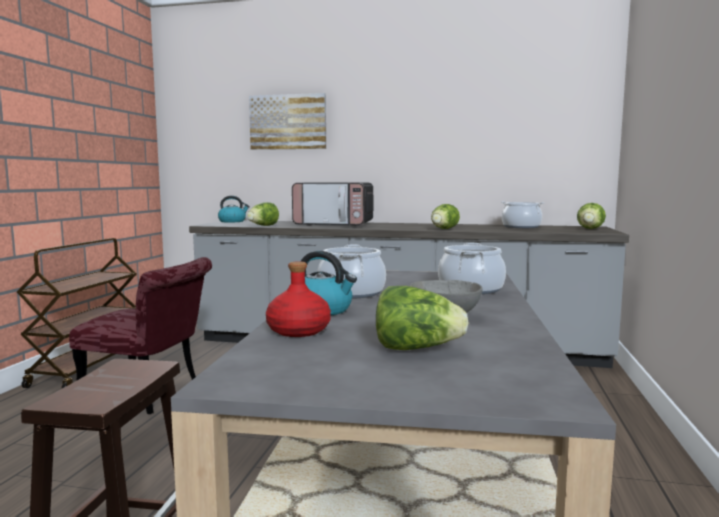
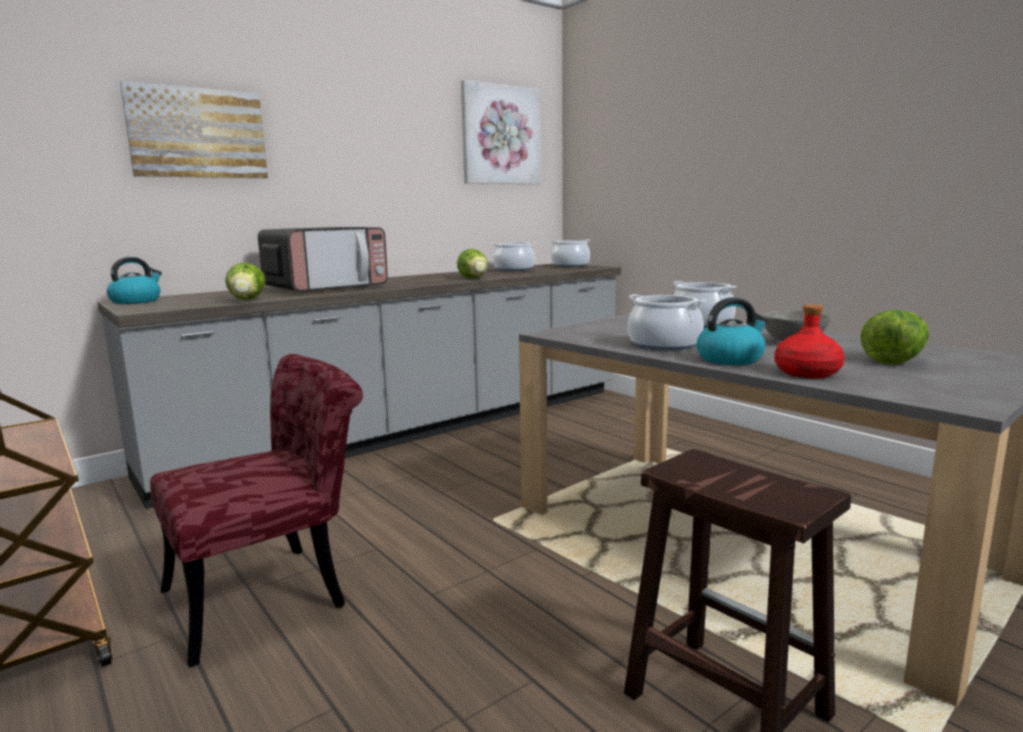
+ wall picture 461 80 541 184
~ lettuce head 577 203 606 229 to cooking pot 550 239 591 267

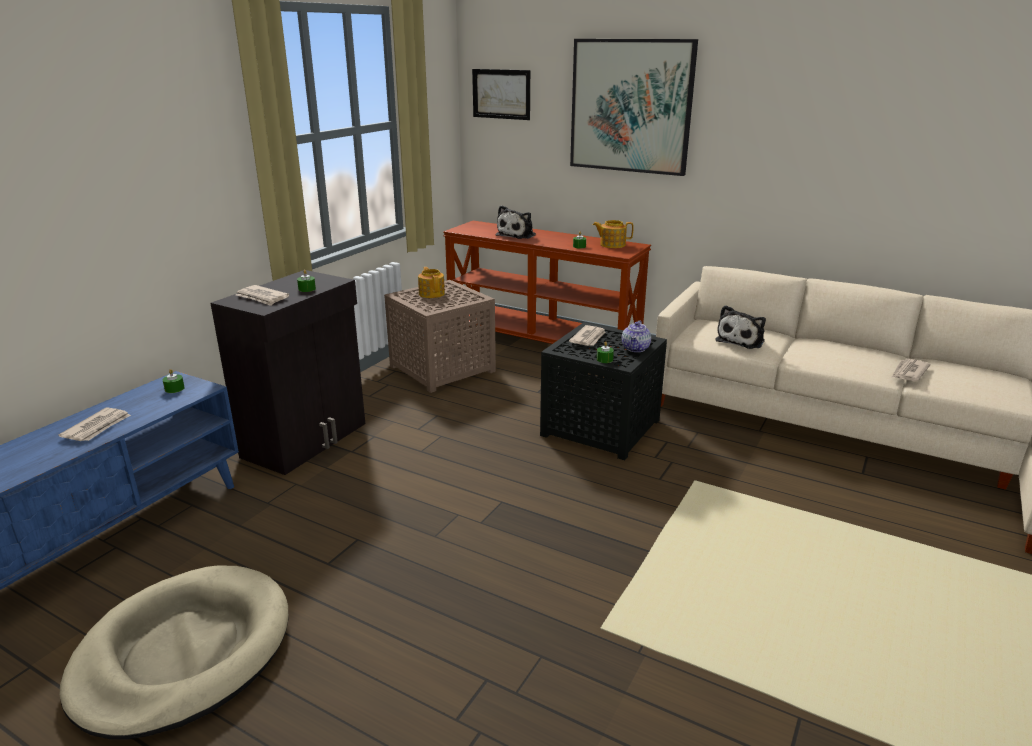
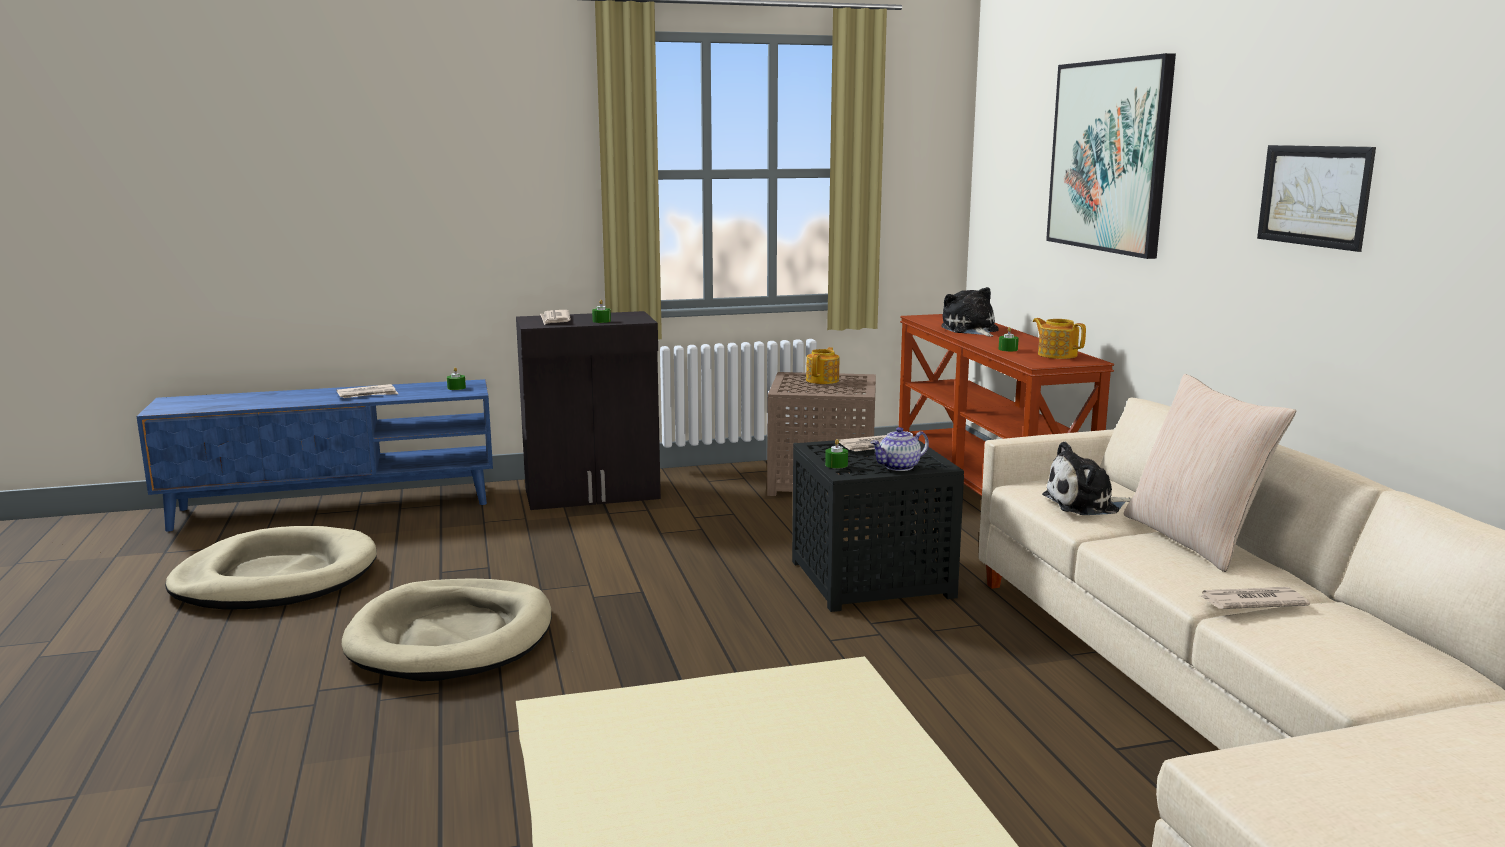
+ sand-coloured dog bed 342 578 552 681
~ cuddly toy 496 205 536 239 = 942 287 999 336 90 degrees clockwise
+ sand-coloured throw pillow 1124 374 1296 572
~ wall picture 472 69 530 120 to 1257 145 1376 252

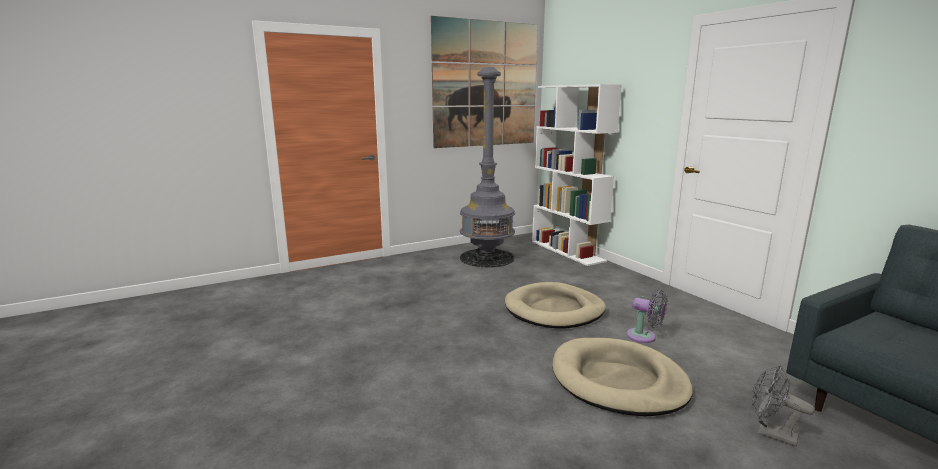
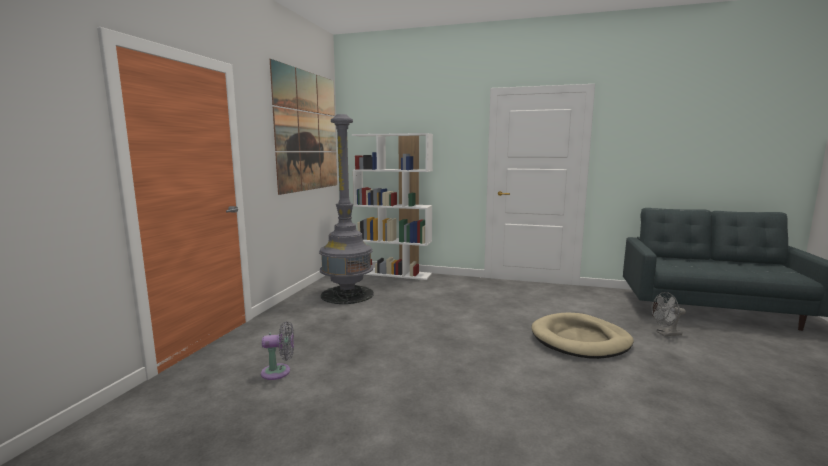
~ gray electric fan 626 290 667 343 to 261 321 294 380
- sand-coloured dog bed 505 282 606 329

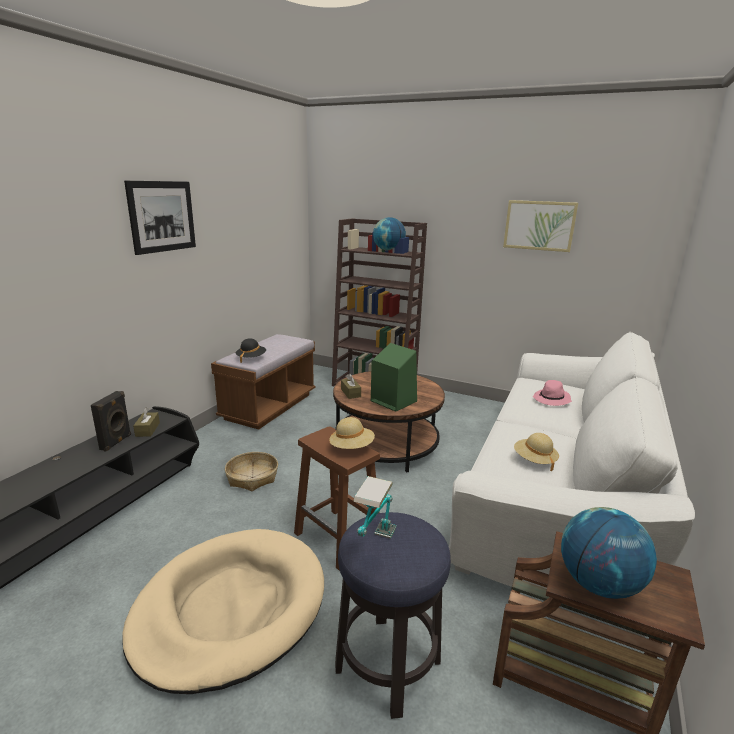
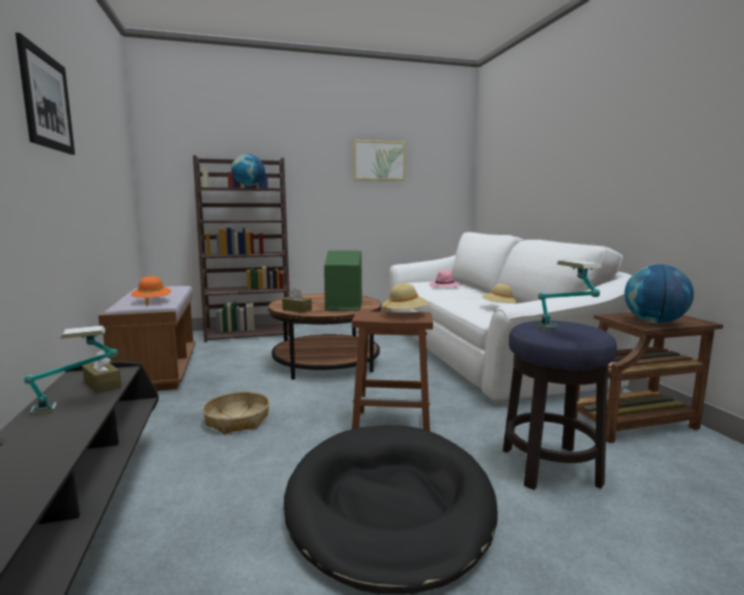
~ black-coloured audio speaker 91 391 131 452 to table lamp 24 325 118 415
~ black-coloured hat 236 338 266 363 to orange hat 131 276 172 306
~ sand-coloured dog bed 123 529 324 694 to black-coloured dog bed 284 425 498 594

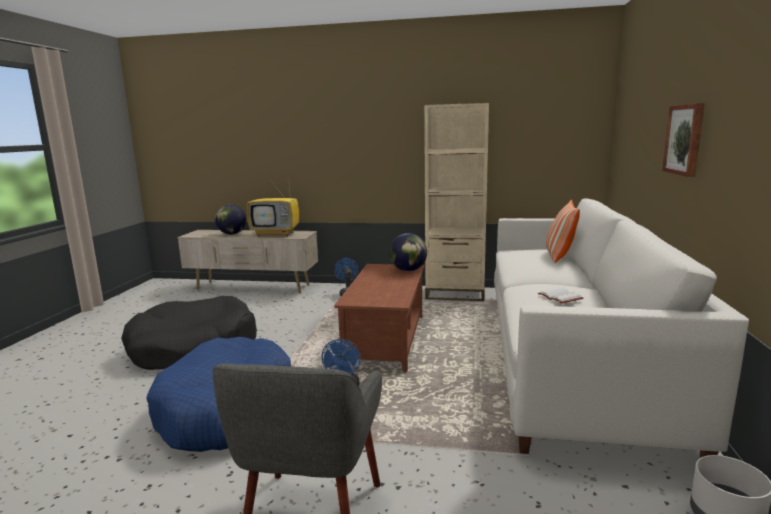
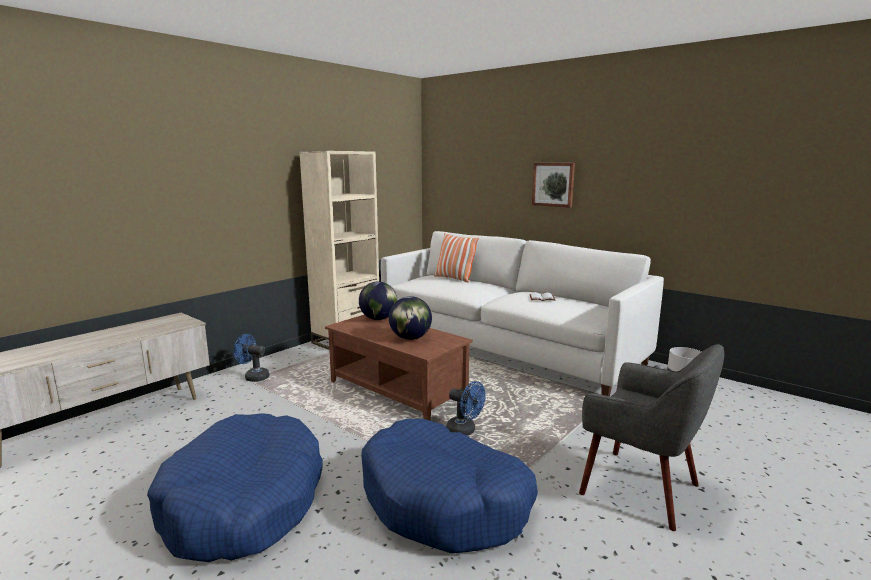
~ black-coloured dog bed 121 296 257 370 to bluish dog bed 147 413 323 562
~ world globe 215 204 246 234 to 389 296 432 340
- TV set 247 175 299 236

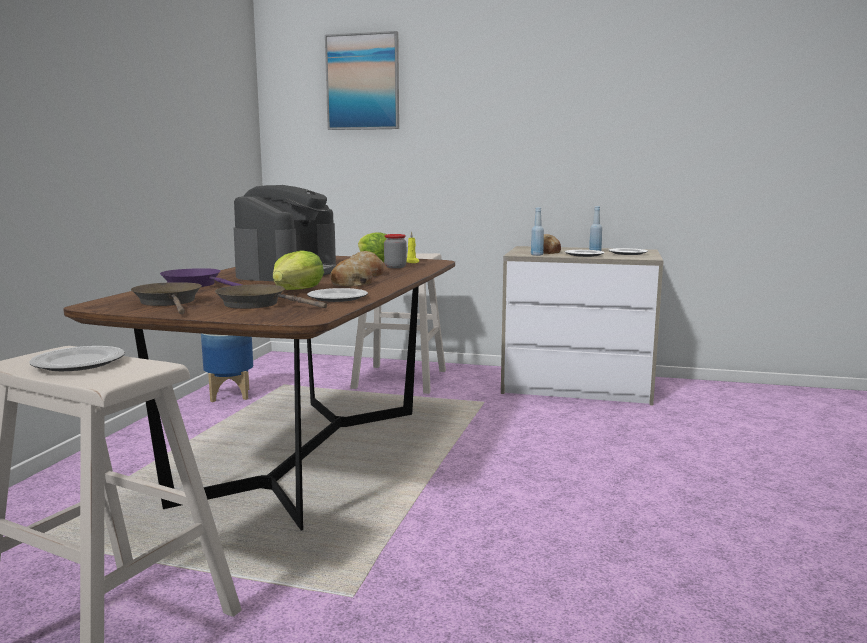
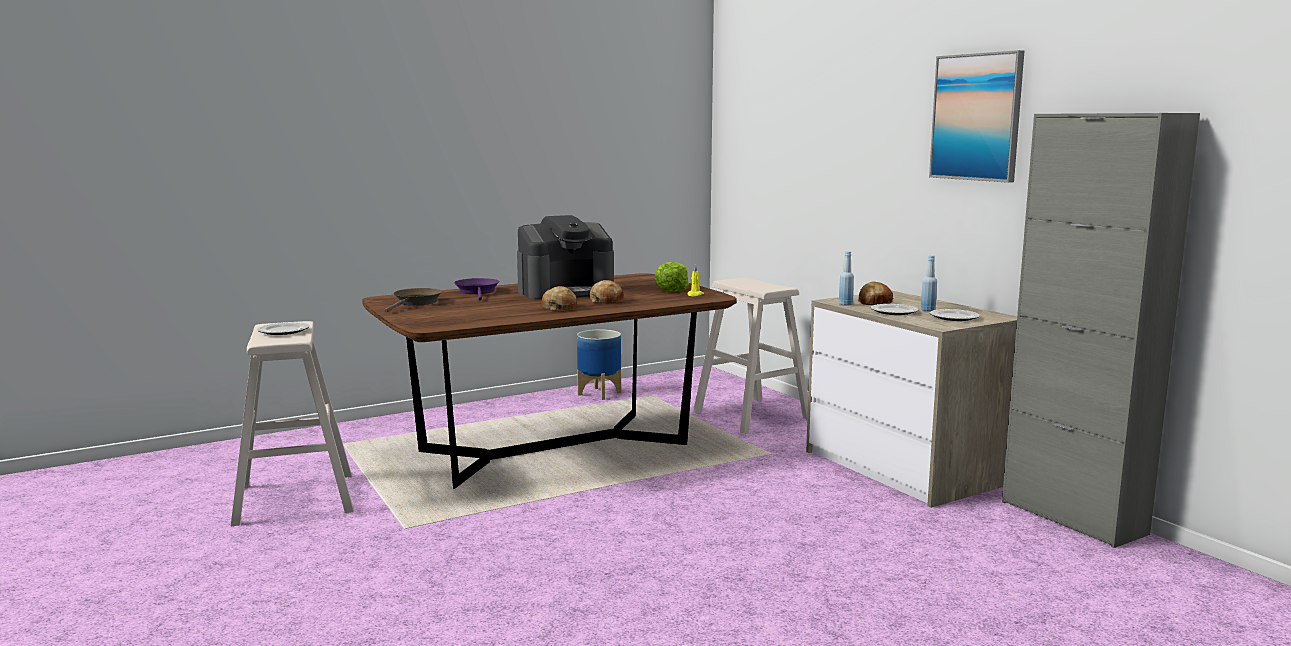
~ wall picture 325 31 399 130 to 929 50 1024 183
+ gray storage cabinet 1002 113 1200 548
- brown pan 215 284 327 309
- lettuce head 273 250 324 290
- plate 307 288 368 302
- preserve jar 384 234 407 268

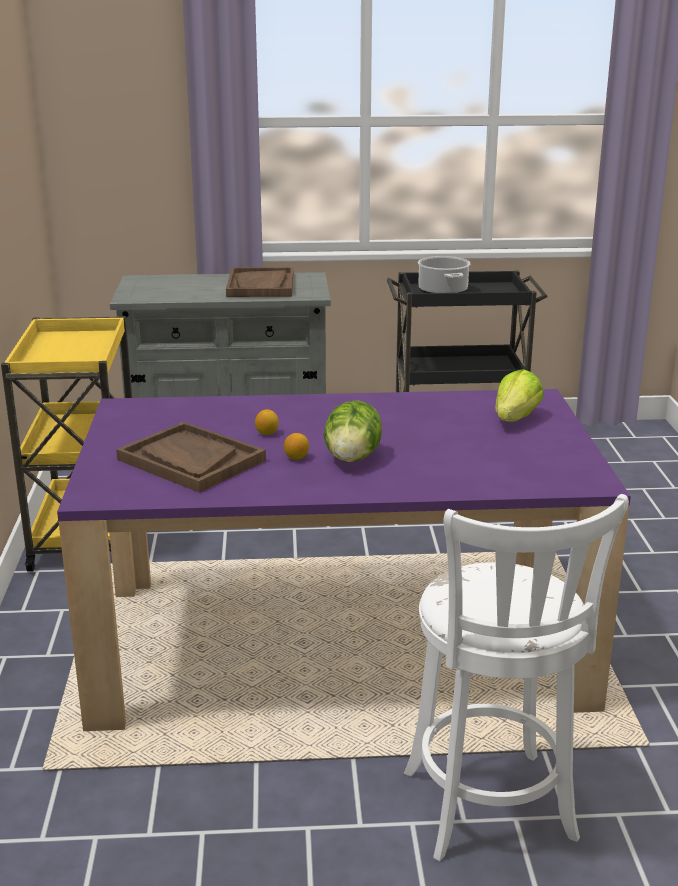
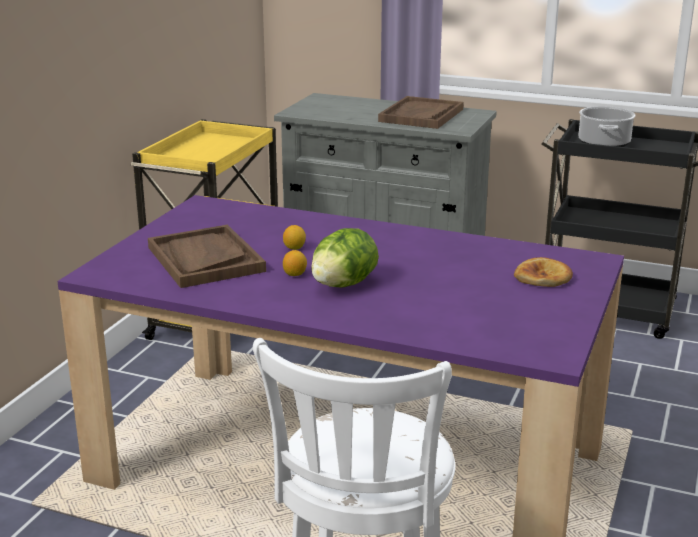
~ lettuce head 495 369 544 422 to bakery bread 514 257 573 287

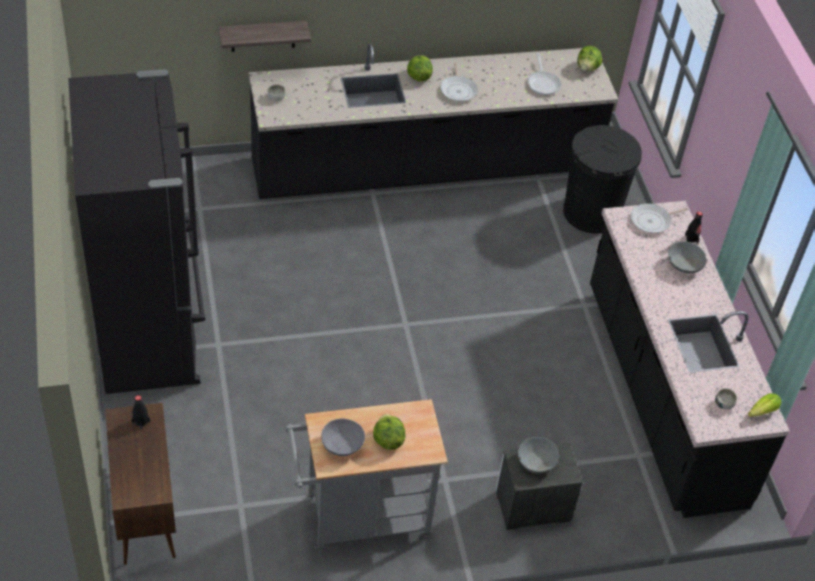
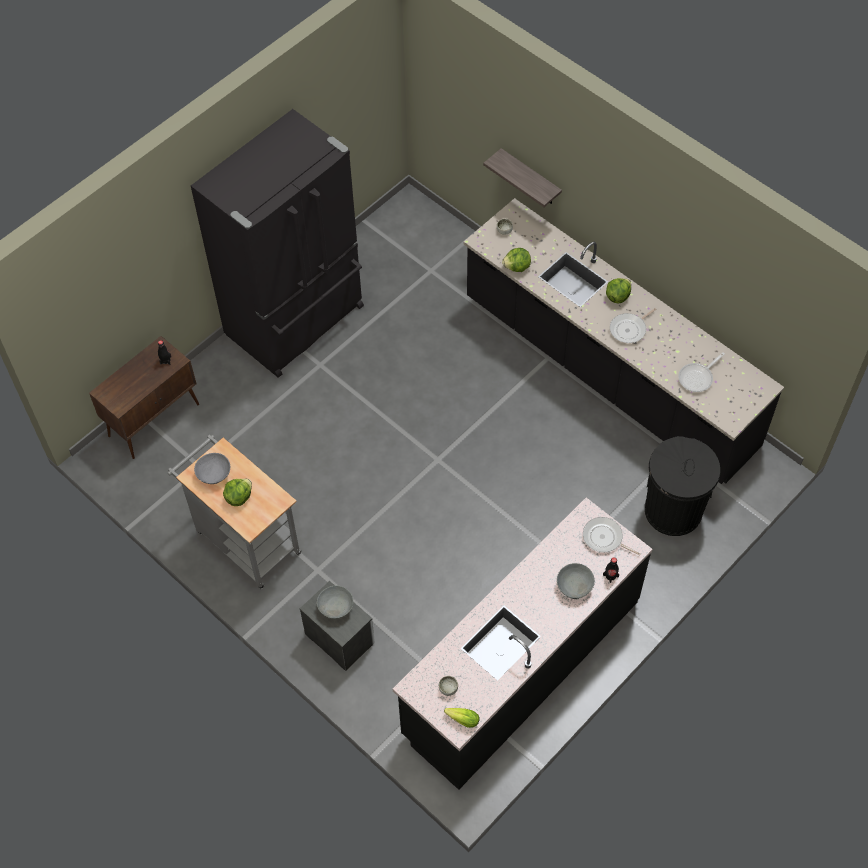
~ lettuce head 577 46 602 71 to 502 248 531 272

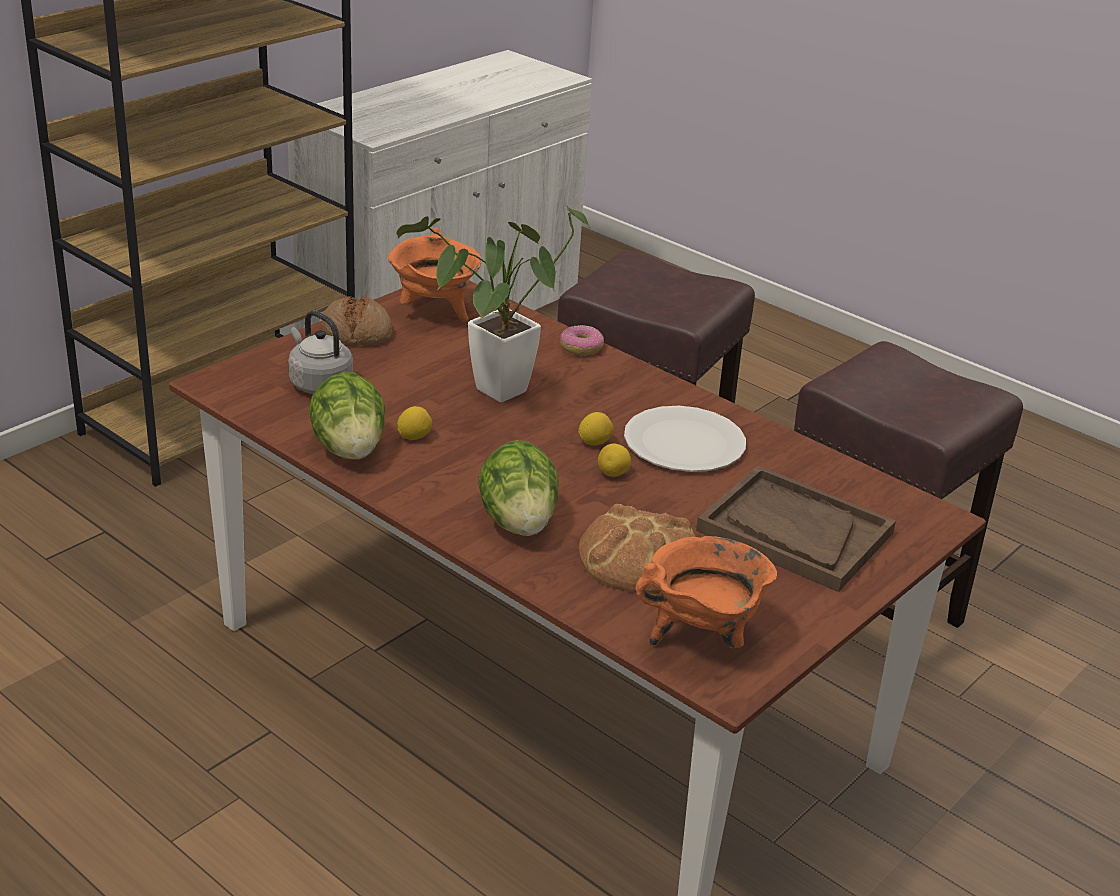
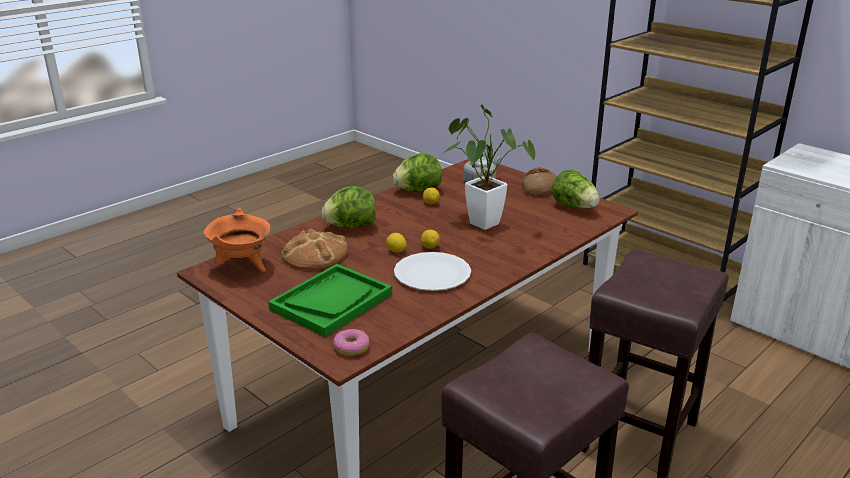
~ brown carrying tray 696 466 896 592 to green-coloured carrying tray 268 264 392 337
~ doughnut 560 325 604 355 to 333 329 369 356
~ orange cooking pot 388 227 481 322 to lettuce head 552 169 600 208

